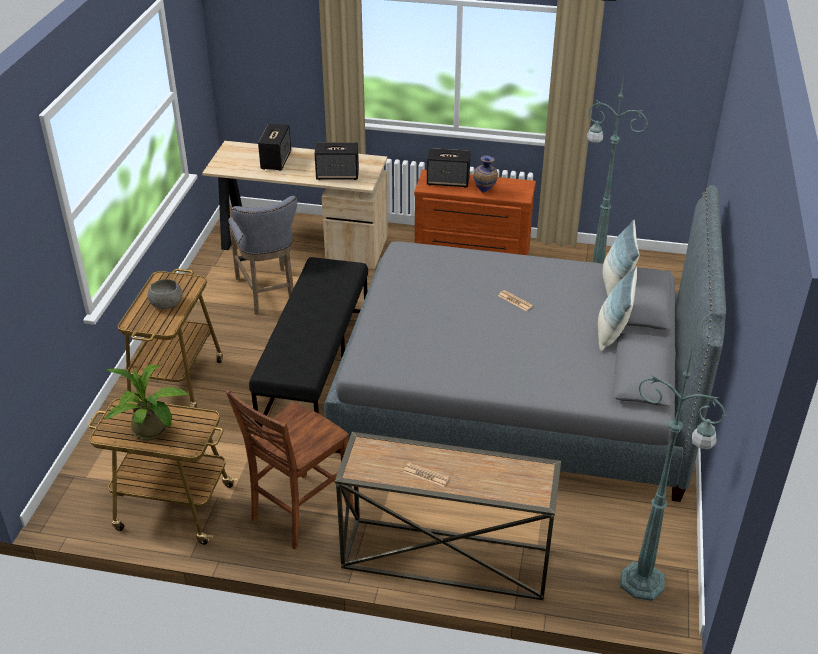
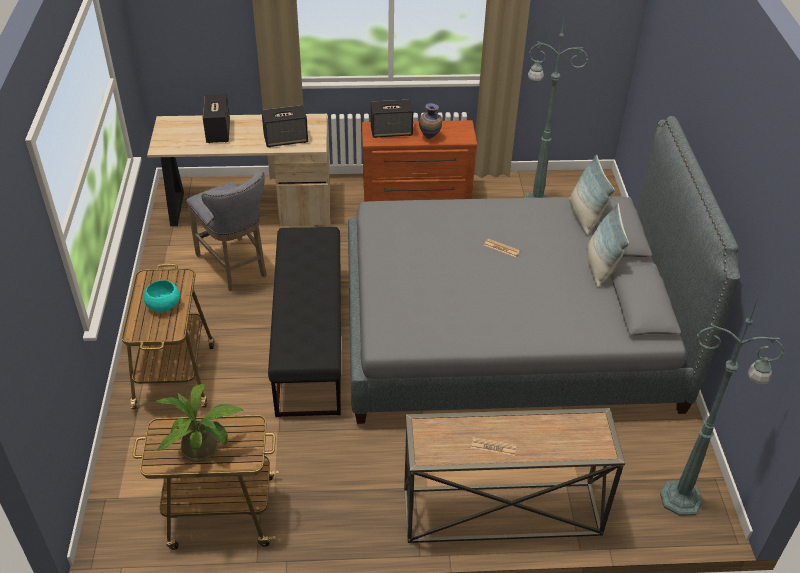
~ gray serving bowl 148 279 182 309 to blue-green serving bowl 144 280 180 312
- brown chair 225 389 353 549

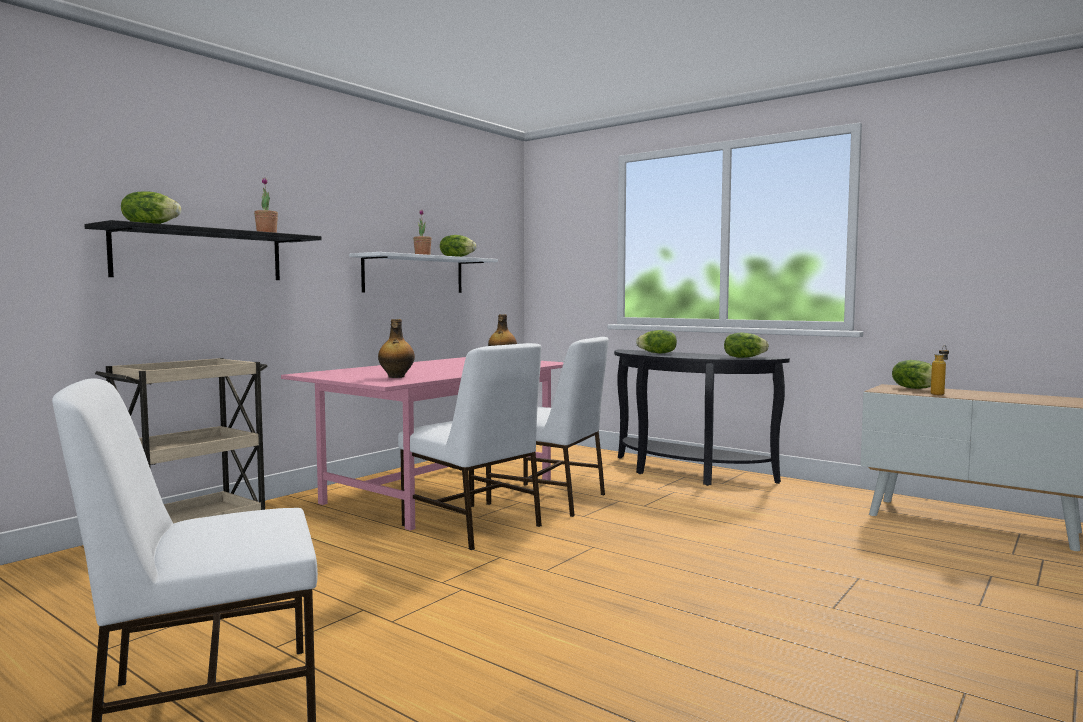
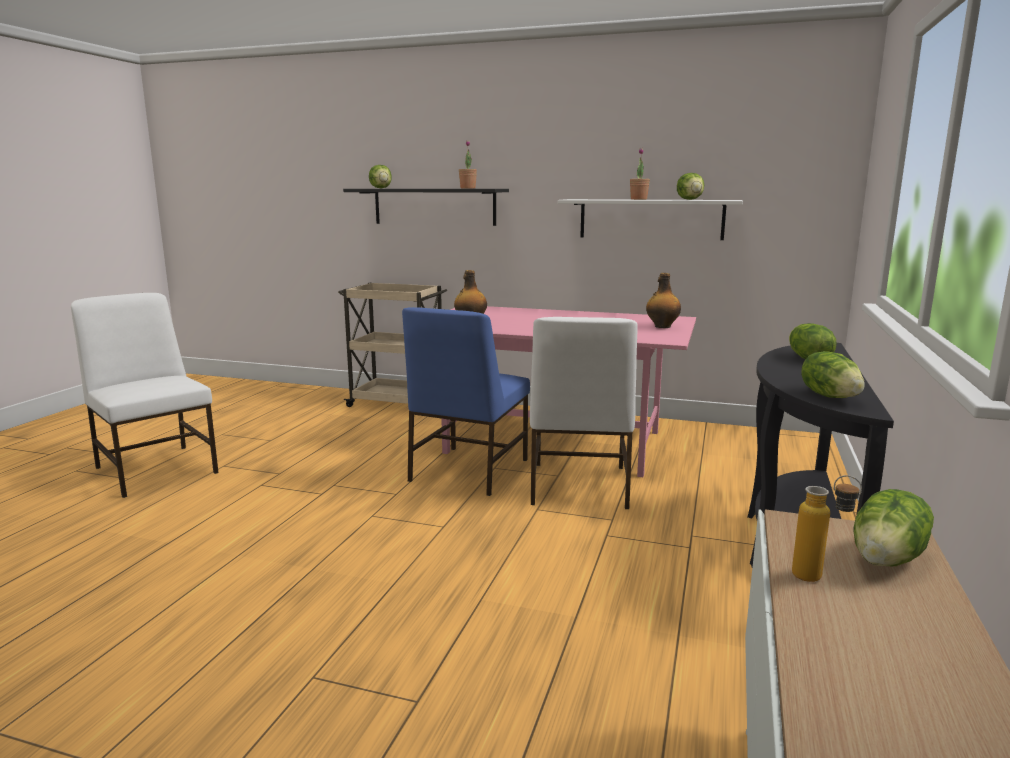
~ whitish chair 398 343 542 550 to bluish chair 402 307 530 496

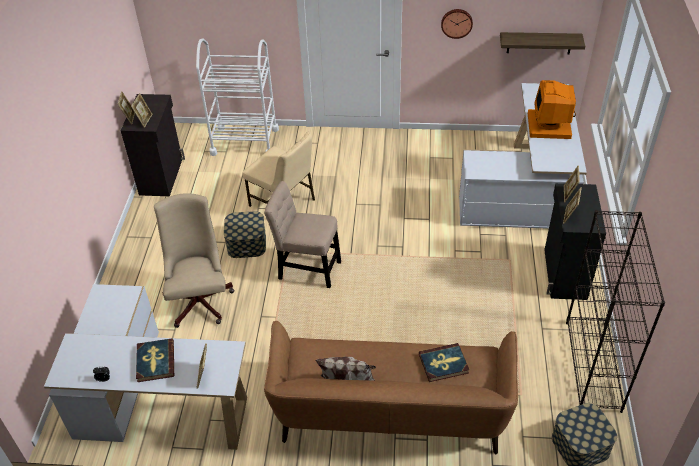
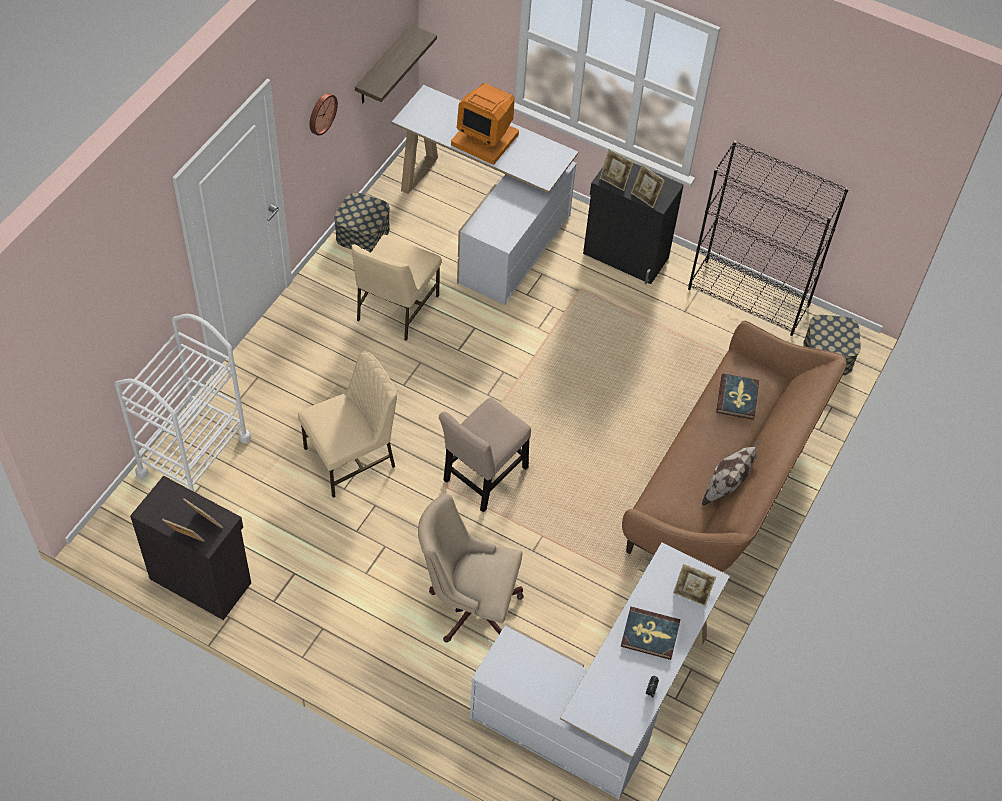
~ storage bin 224 211 266 258 to 334 193 390 252
+ sand-coloured chair 352 235 442 341

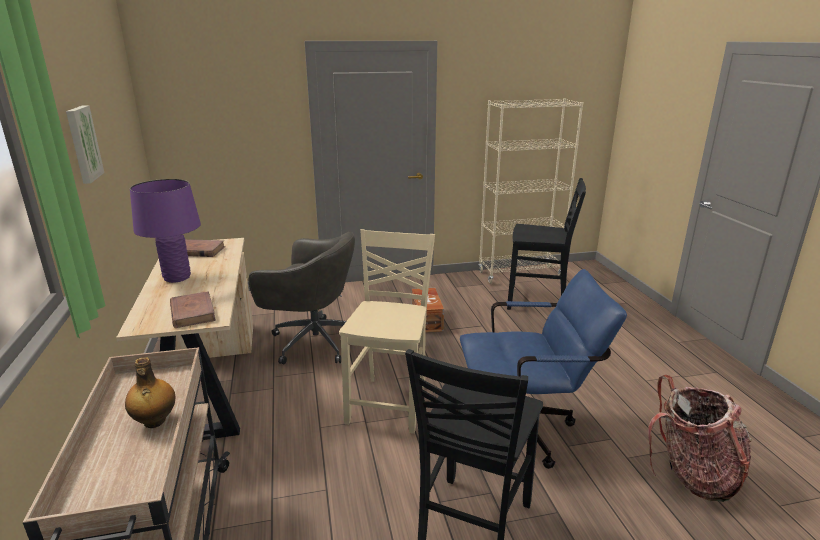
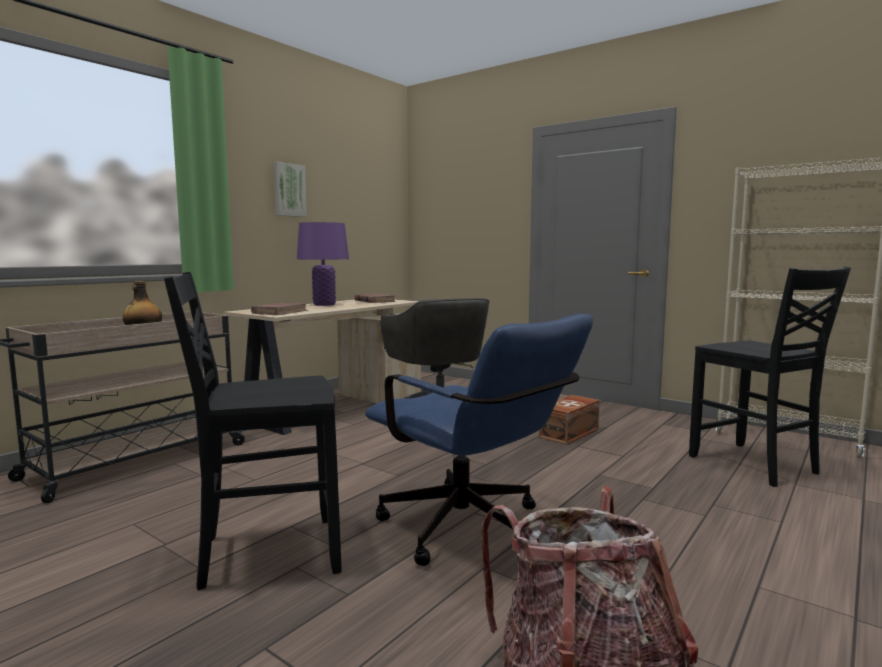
- sand-coloured chair 339 229 435 434

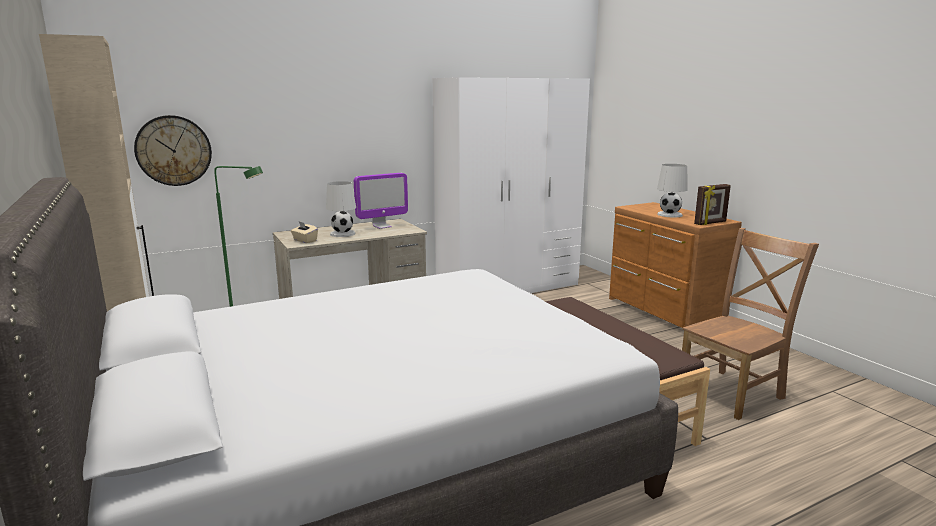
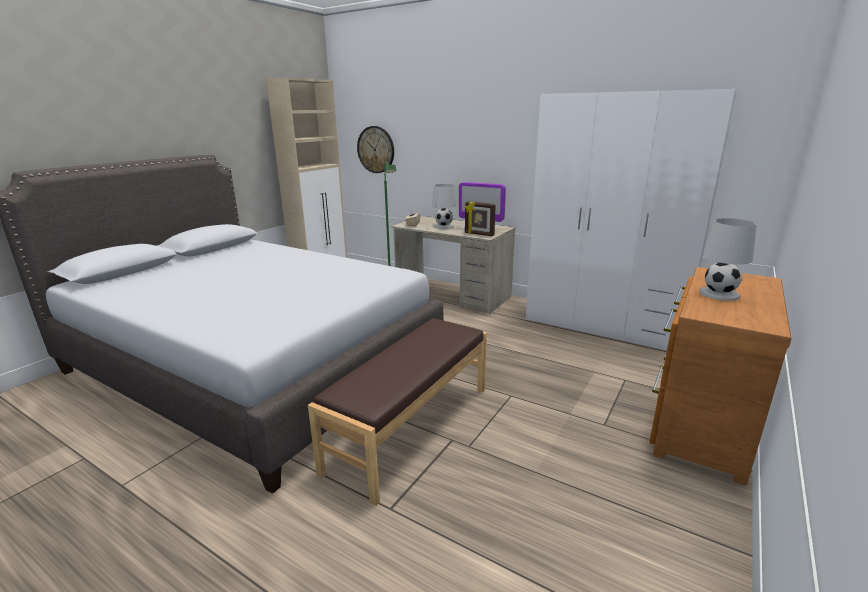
~ photo frame 694 184 731 225 to 465 202 496 236
- brown chair 682 228 819 420

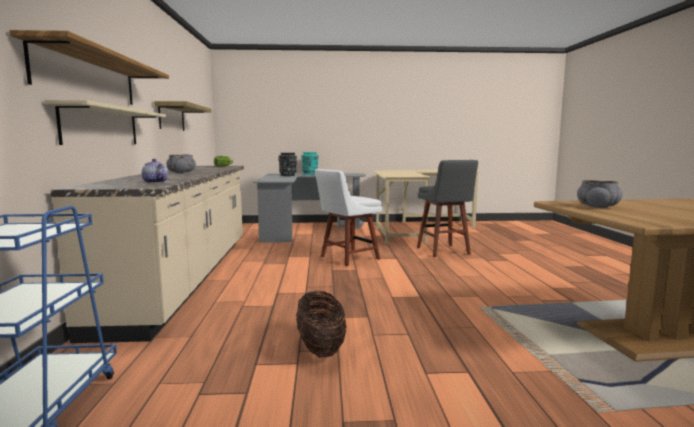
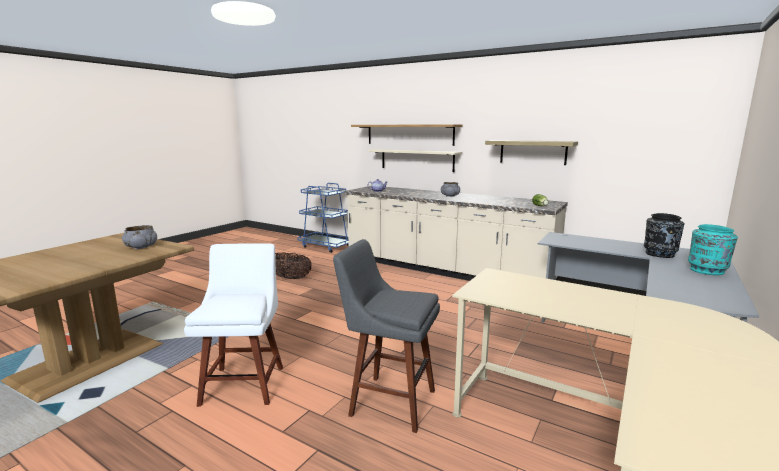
~ whitish chair 315 169 382 266 to 184 243 283 407

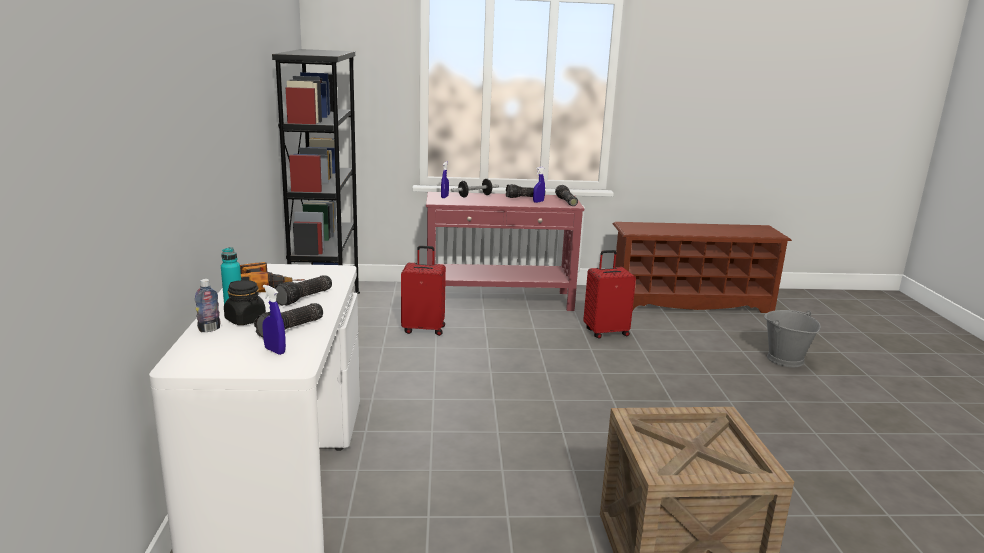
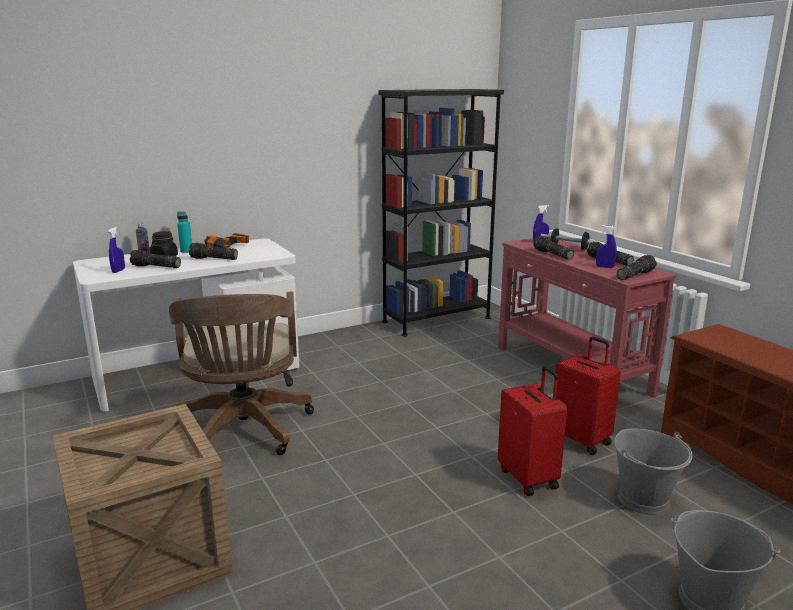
+ brown computer chair 169 292 314 455
~ red travel case 401 246 446 336 to 498 366 567 496
+ flashlight 533 236 574 260
+ gray pail 614 428 693 515

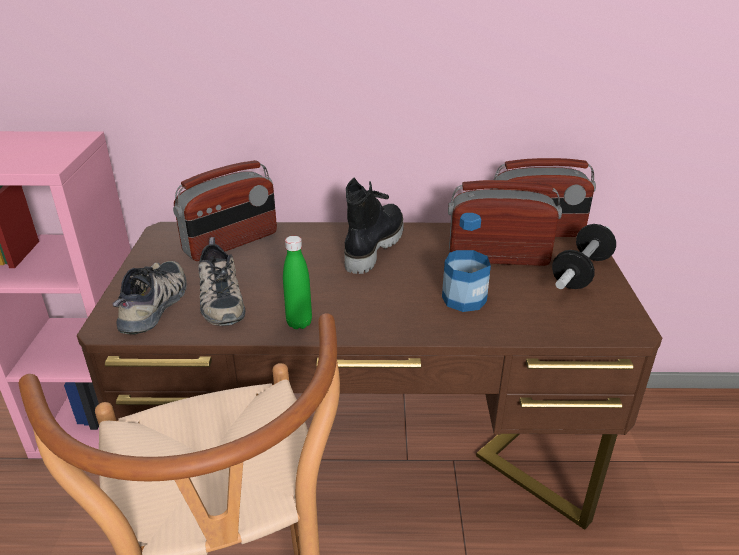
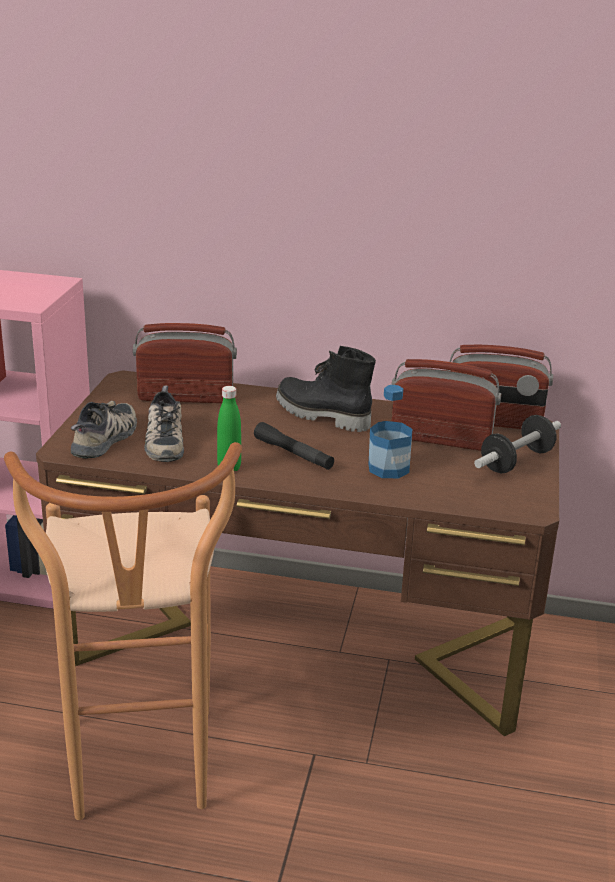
~ radio 173 160 277 261 = 133 323 237 403 150 degrees counterclockwise
+ black-coloured flashlight 254 422 334 470
~ black-coloured tall boot 344 178 403 274 = 276 346 376 432 90 degrees counterclockwise

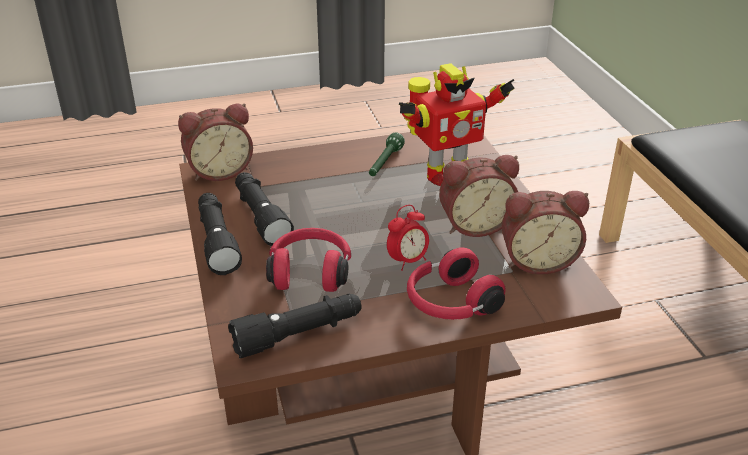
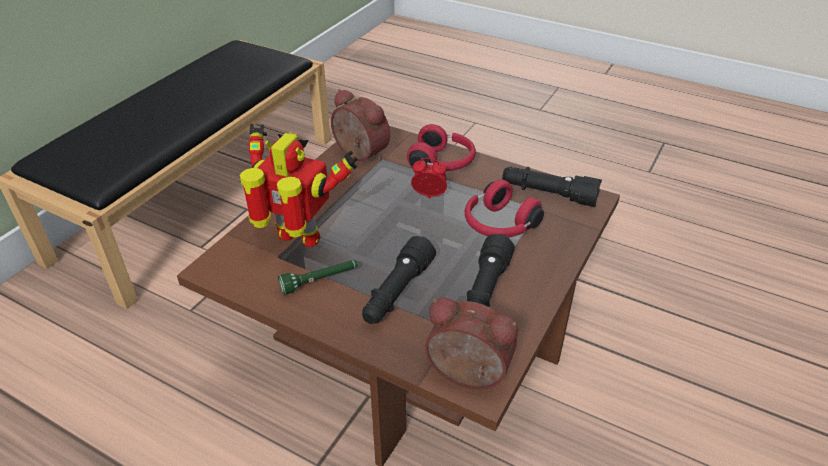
~ black-coloured flashlight 198 193 242 275 to 362 236 436 324
- table clock 439 155 519 237

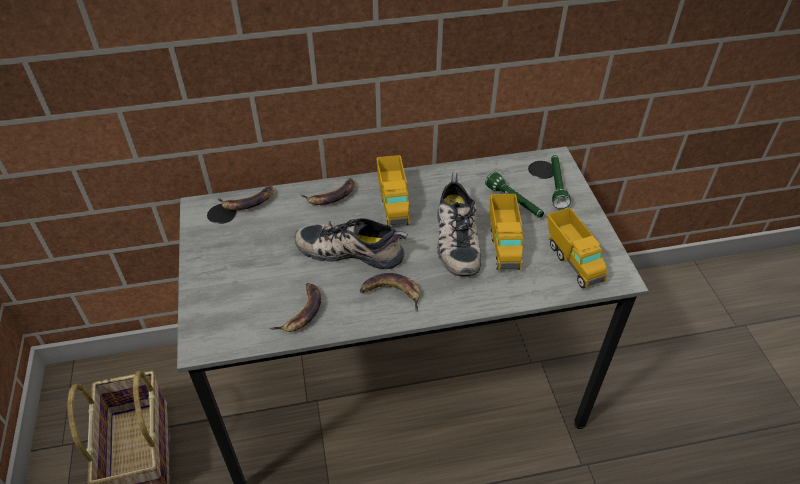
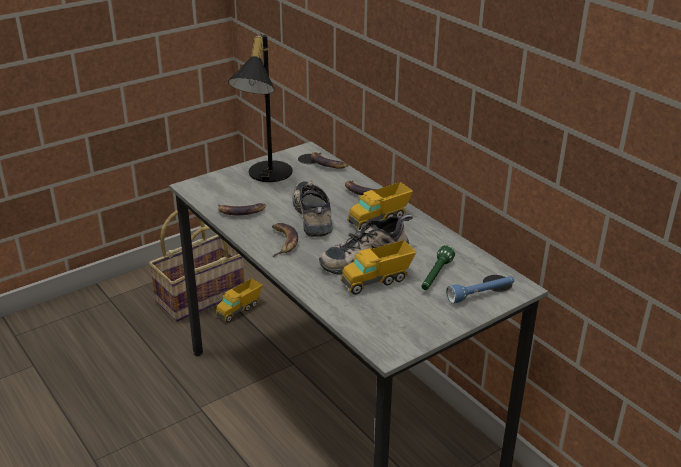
~ toy lorry 547 208 607 288 to 215 278 263 322
+ black-coloured table lamp 228 34 293 182
~ green-coloured flashlight 551 155 571 209 to bluish flashlight 446 276 514 304

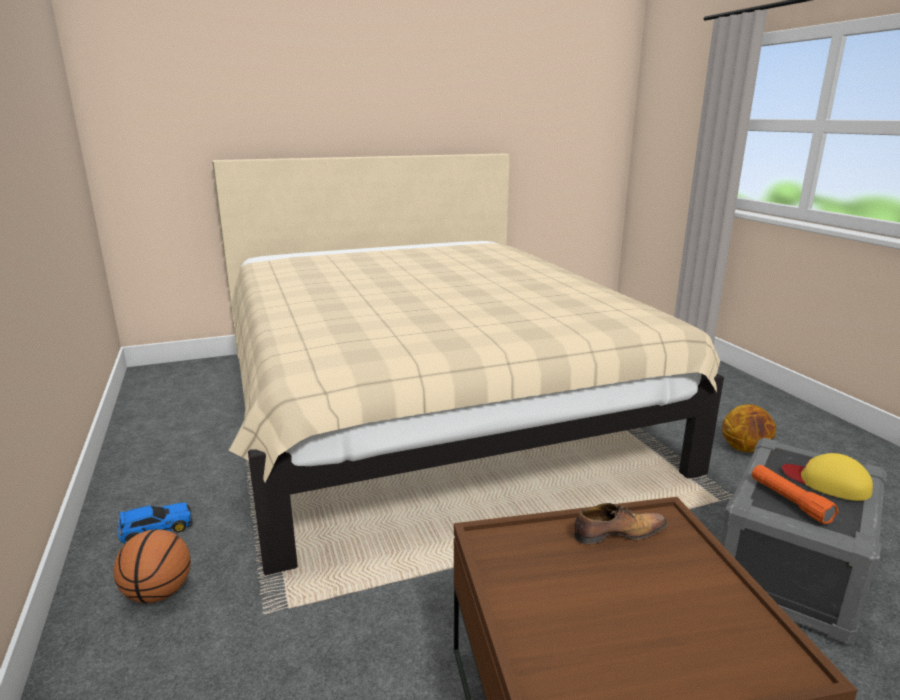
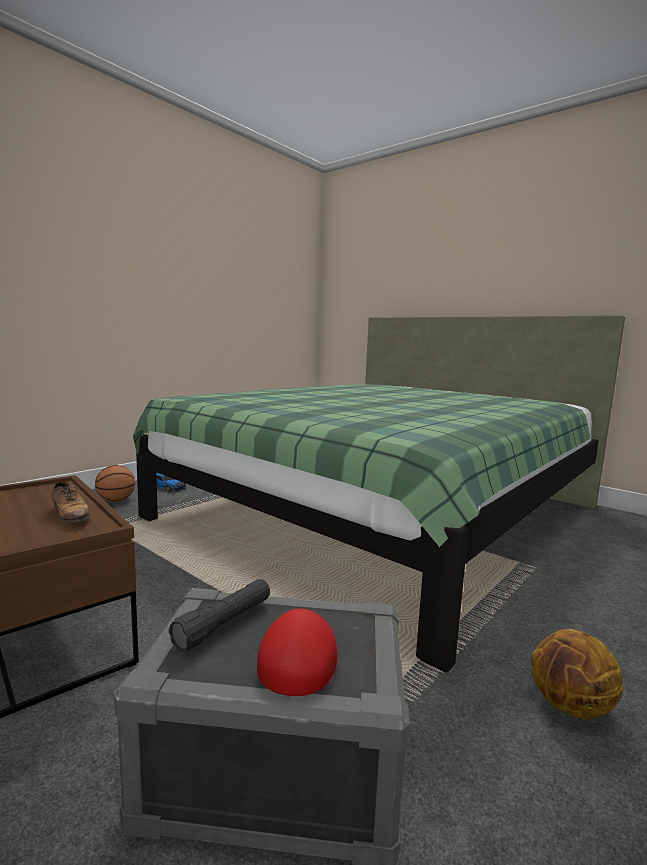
~ sand-coloured bed 212 154 724 576 to green-coloured bed 133 315 625 673
~ orange flashlight 752 465 838 524 to black-coloured flashlight 169 579 270 652
~ yellow-coloured baseball cap 782 453 873 501 to red baseball cap 257 609 338 696

